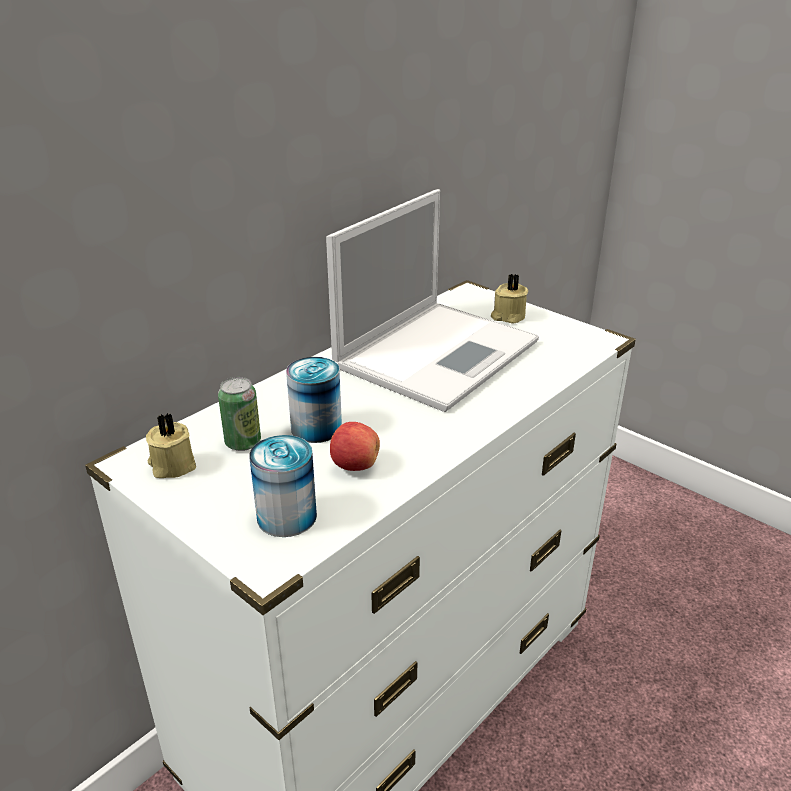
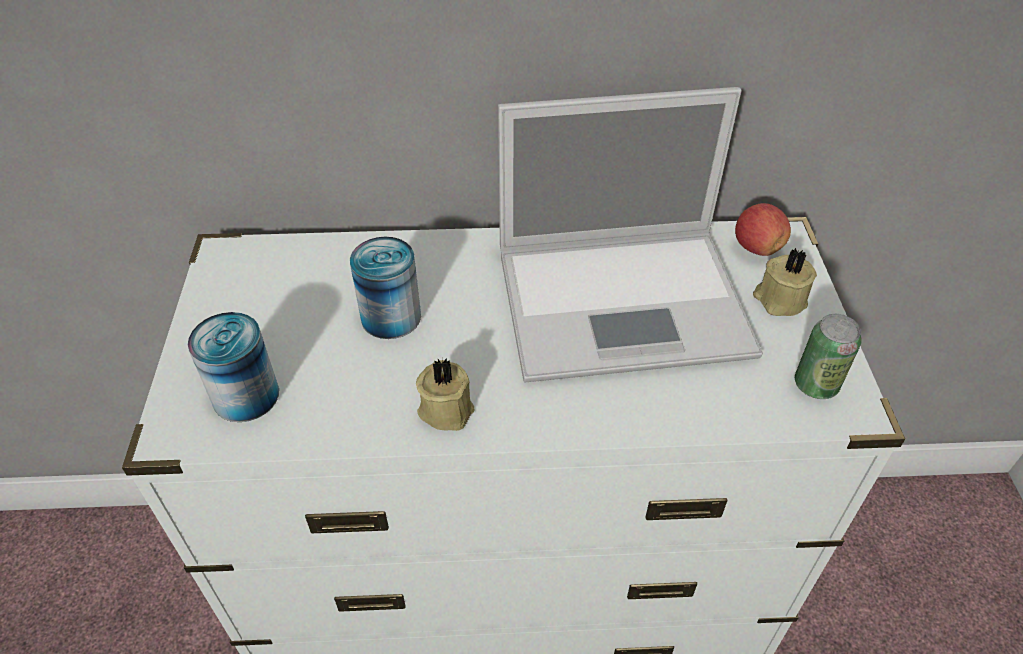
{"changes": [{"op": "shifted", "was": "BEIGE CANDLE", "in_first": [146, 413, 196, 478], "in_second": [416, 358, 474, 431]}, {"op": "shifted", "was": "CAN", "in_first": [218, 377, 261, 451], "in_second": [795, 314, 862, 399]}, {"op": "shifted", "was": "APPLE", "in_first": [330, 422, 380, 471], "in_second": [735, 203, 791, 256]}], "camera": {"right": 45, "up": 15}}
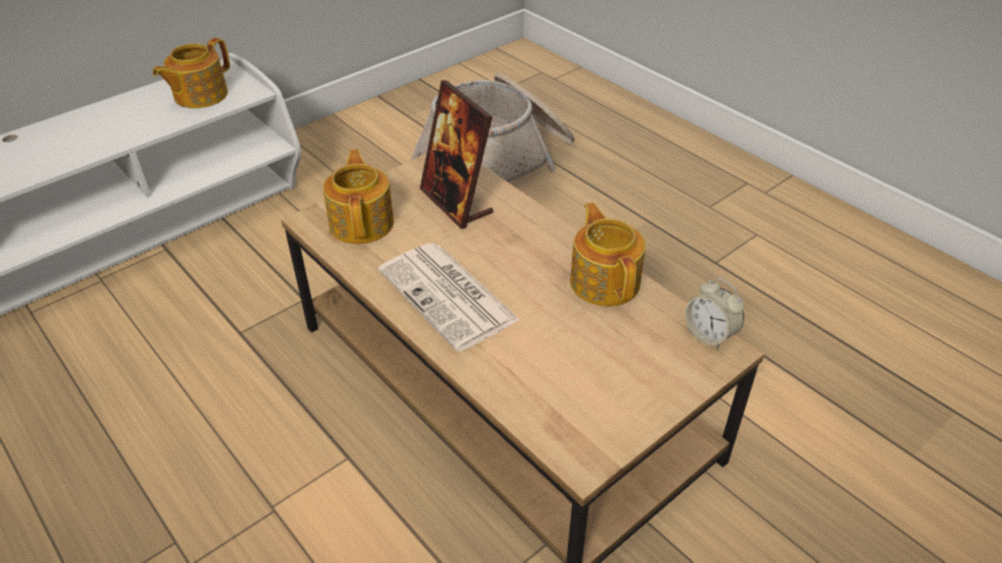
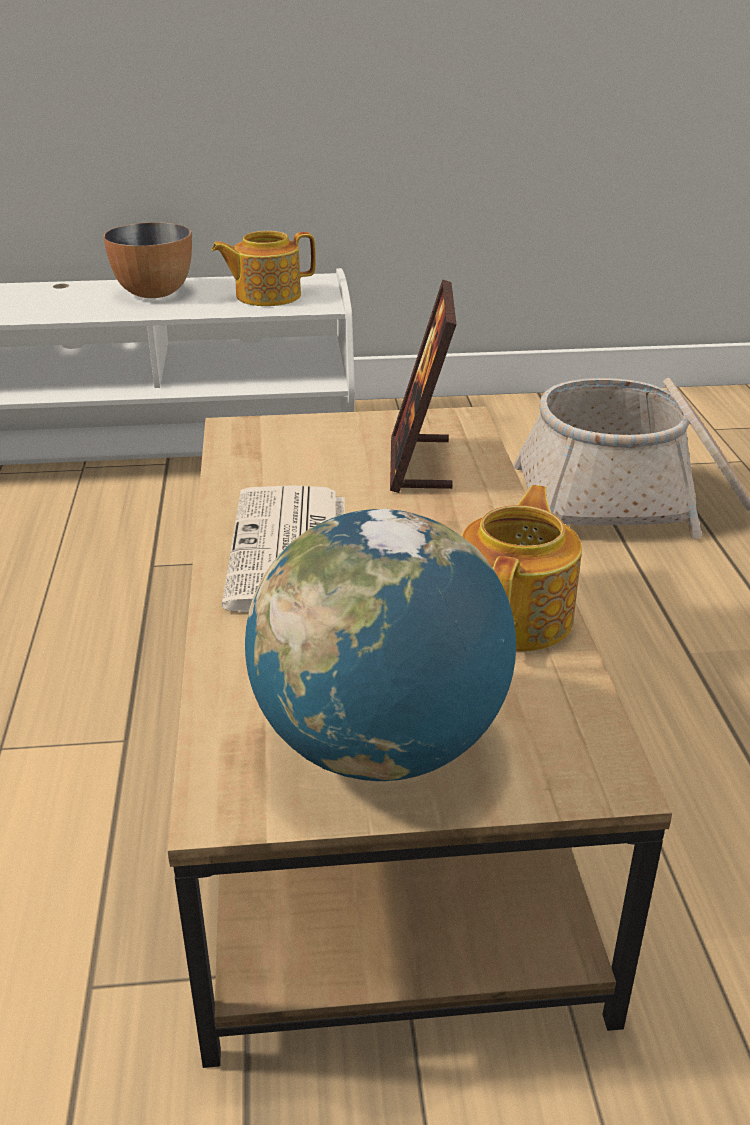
{"changes": [{"op": "gone", "was": "TEAPOT", "in_first": [323, 149, 394, 244]}, {"op": "gone", "was": "ALARM CLOCK", "in_first": [685, 278, 744, 350]}, {"op": "new", "now": "BOWL", "in_second": [103, 222, 192, 298]}, {"op": "new", "now": "GLOBE", "in_second": [245, 509, 516, 781]}], "camera": {"right": 35, "up": -10}}
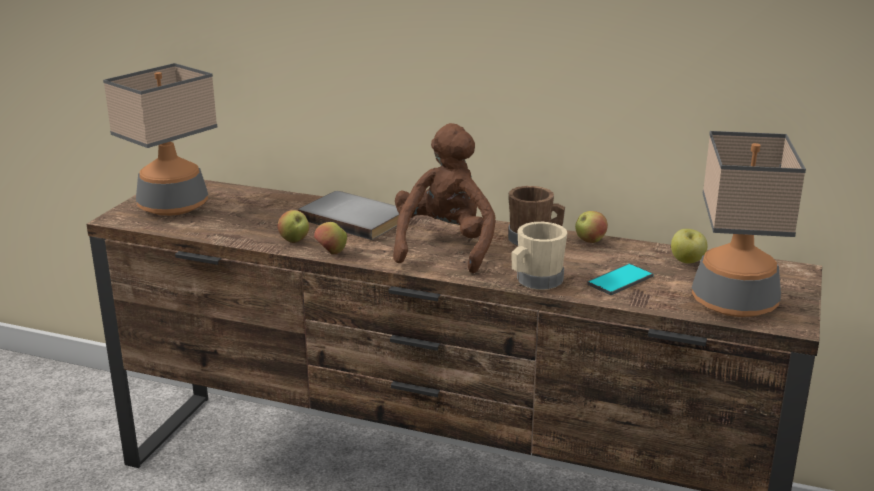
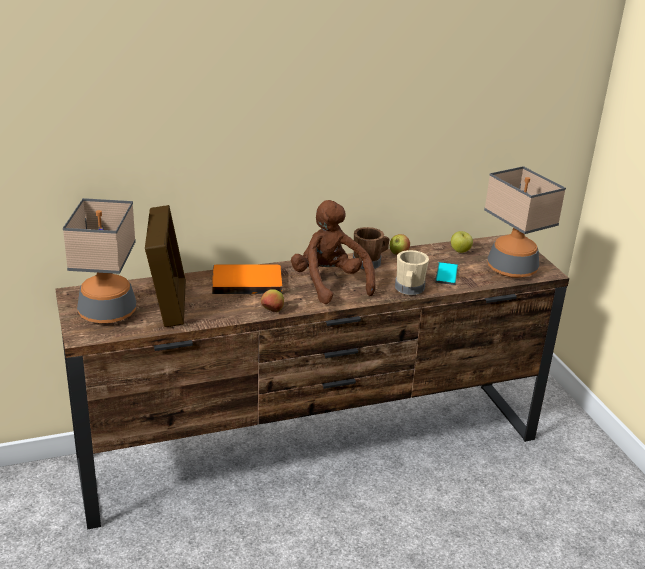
{"changes": [{"op": "gone", "was": "APPLE", "in_first": [277, 210, 309, 243]}, {"op": "new", "now": "PICTURE FRAME", "in_second": [145, 205, 186, 327]}, {"op": "repainted", "was": "GREY BOOK", "now": "ORANGE BOOK", "in_first": [298, 191, 399, 240], "in_second": [212, 264, 282, 294]}], "camera": {"right": -40, "up": 5}}
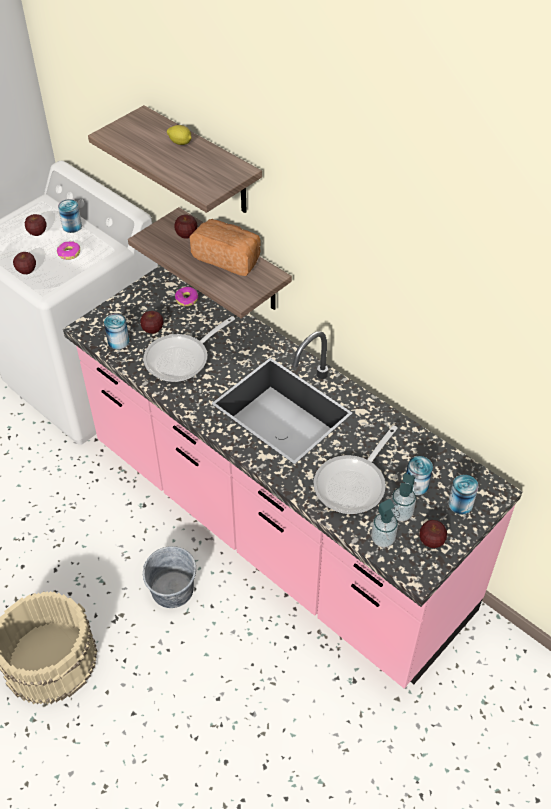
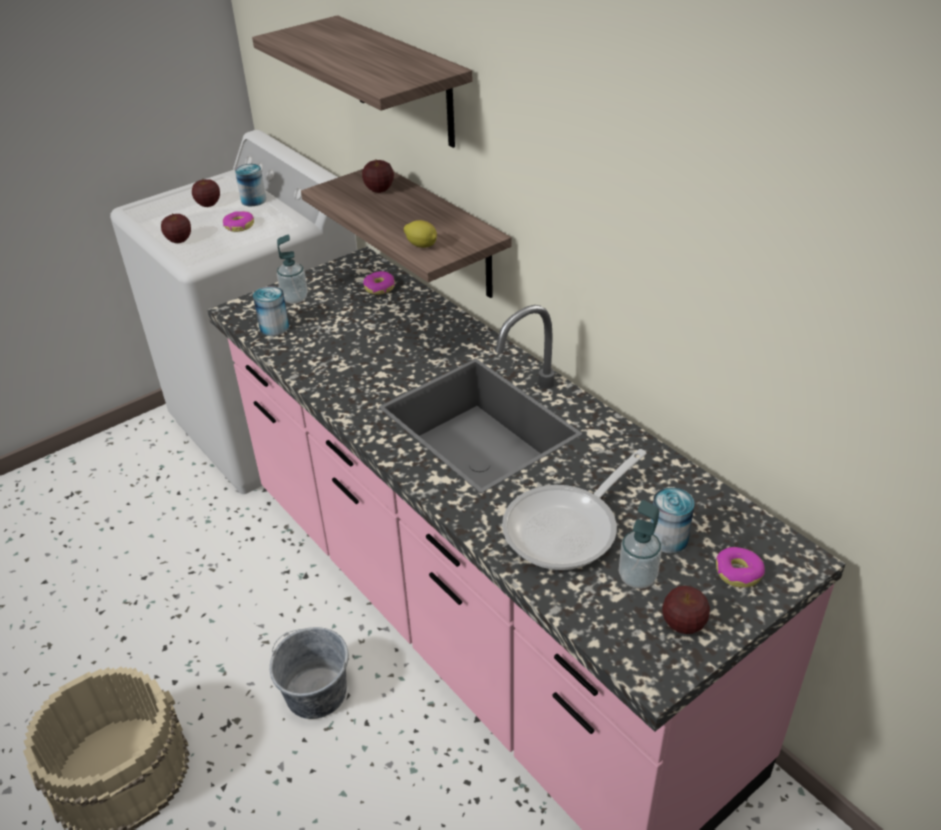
{"changes": [{"op": "gone", "was": "APPLE", "in_first": [141, 311, 163, 334]}, {"op": "gone", "was": "FRYING PAN", "in_first": [143, 316, 235, 382]}, {"op": "gone", "was": "BREAD", "in_first": [190, 219, 261, 276]}, {"op": "shifted", "was": "LEMON", "in_first": [167, 125, 192, 145], "in_second": [404, 220, 437, 248]}, {"op": "shifted", "was": "SOAP DISPENSER", "in_first": [371, 499, 398, 548], "in_second": [277, 235, 308, 304]}, {"op": "swapped", "was": "CAN", "now": "DONUT", "in_first": [448, 475, 479, 515], "in_second": [716, 547, 765, 587]}], "camera": {"right": 10, "up": -10}}
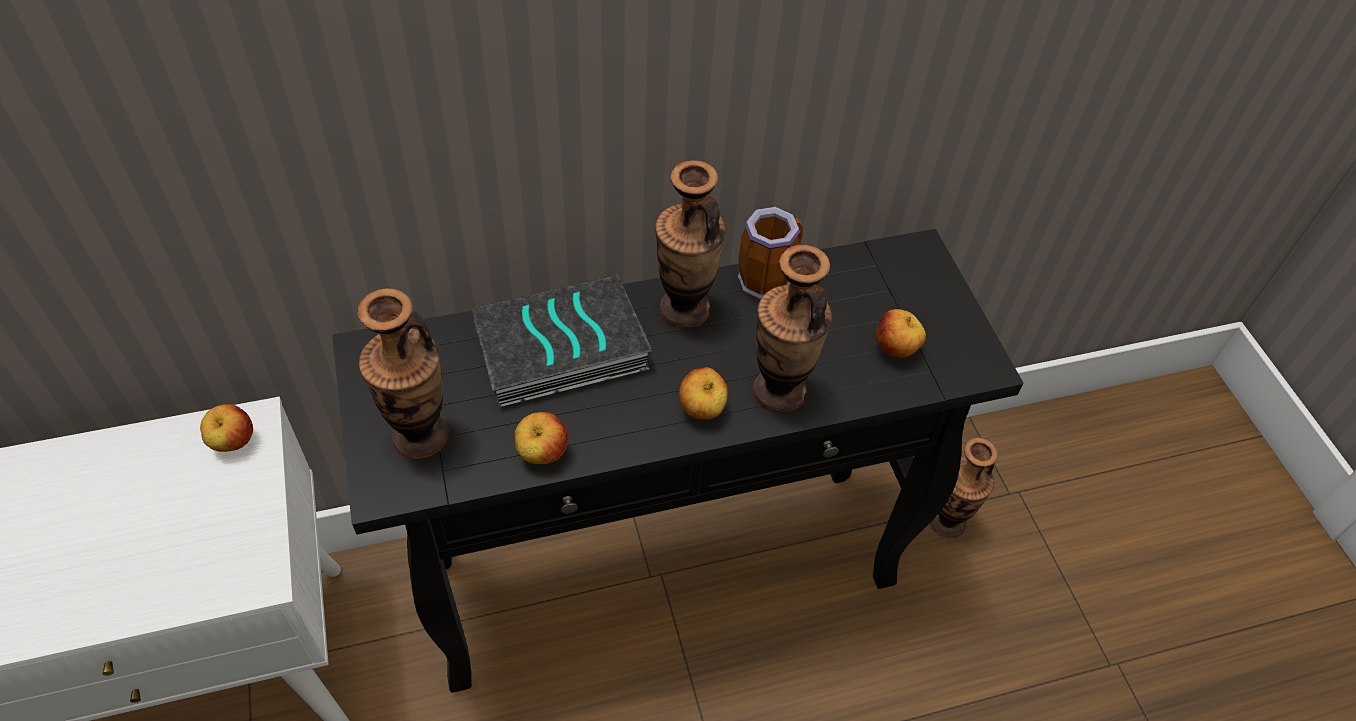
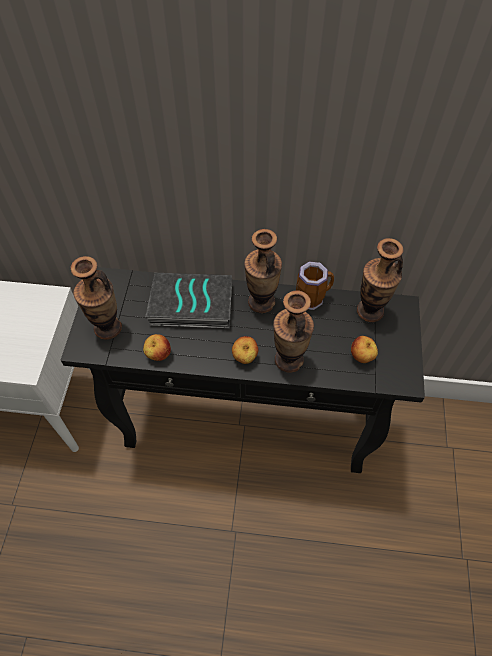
{"changes": [{"op": "gone", "was": "APPLE", "in_first": [200, 404, 253, 452]}, {"op": "shifted", "was": "VASE", "in_first": [930, 438, 998, 539], "in_second": [357, 238, 403, 322]}], "camera": {"right": 25, "up": 5}}
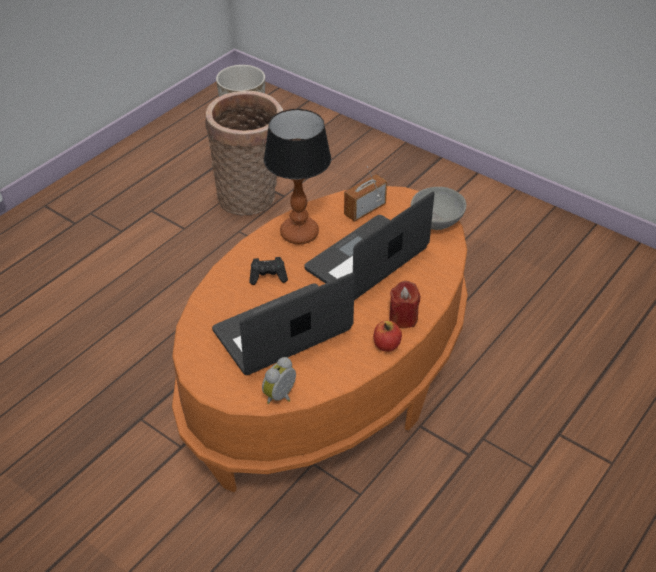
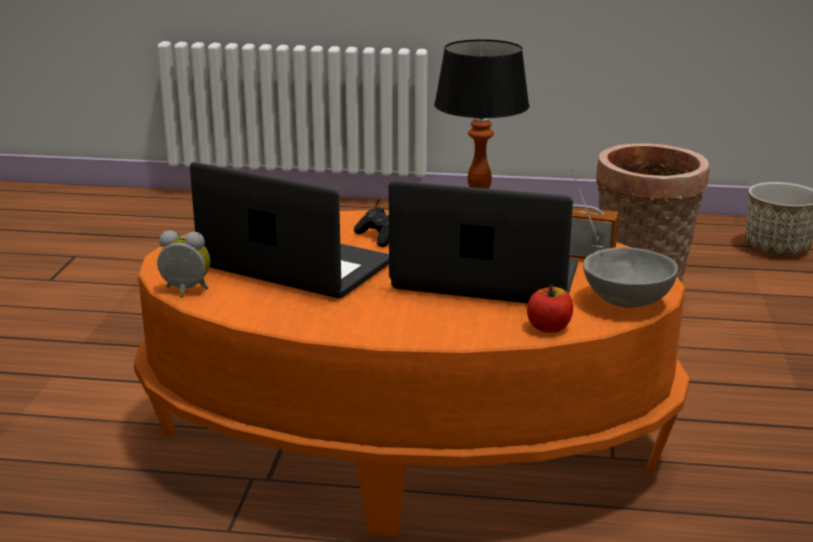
{"changes": [{"op": "gone", "was": "RED CANDLE", "in_first": [389, 281, 420, 328]}, {"op": "shifted", "was": "APPLE", "in_first": [373, 320, 402, 352], "in_second": [527, 285, 573, 333]}], "camera": {"right": 60, "up": -20}}
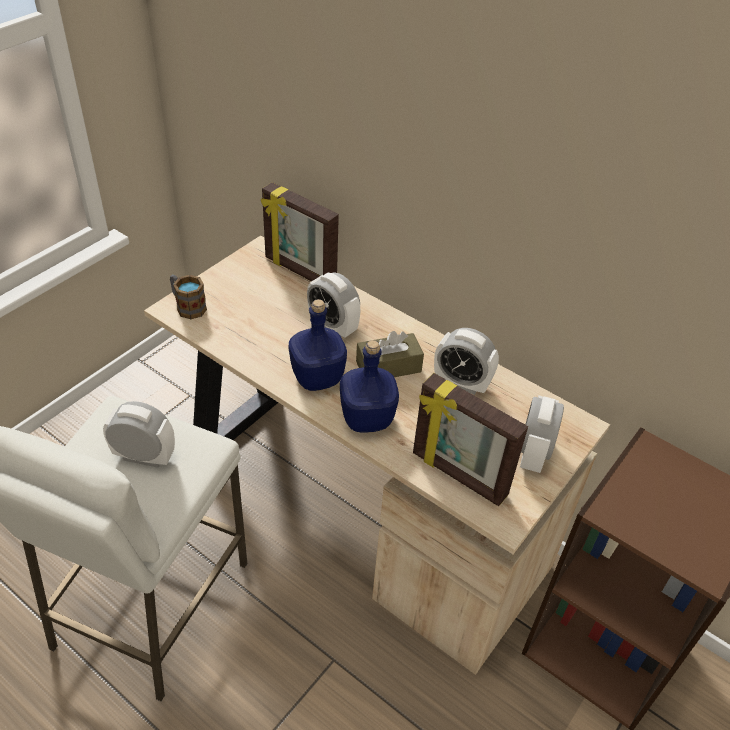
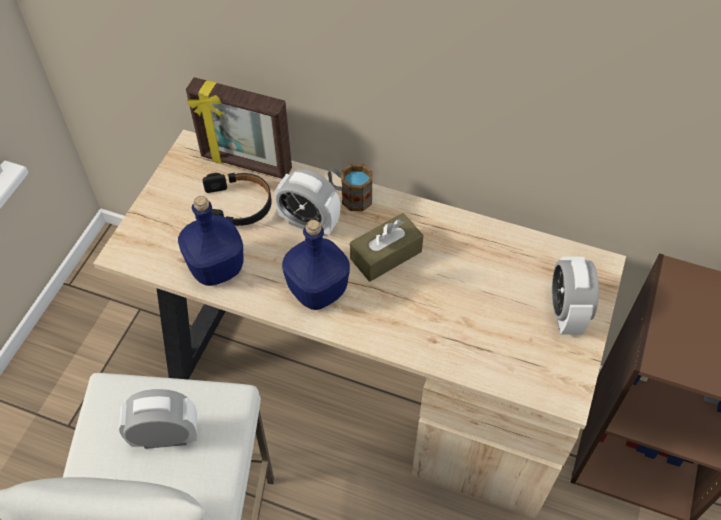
{"changes": [{"op": "gone", "was": "PICTURE FRAME", "in_first": [413, 373, 528, 506]}, {"op": "gone", "was": "ALARM CLOCK", "in_first": [434, 328, 499, 395]}, {"op": "new", "now": "BLACK HEADPHONES", "in_second": [203, 173, 272, 226]}, {"op": "shifted", "was": "MUG", "in_first": [170, 275, 207, 319], "in_second": [328, 164, 373, 211]}, {"op": "shifted", "was": "BLUE BOTTLE", "in_first": [340, 340, 399, 433], "in_second": [178, 196, 243, 286]}], "camera": {"right": -15, "up": 10}}
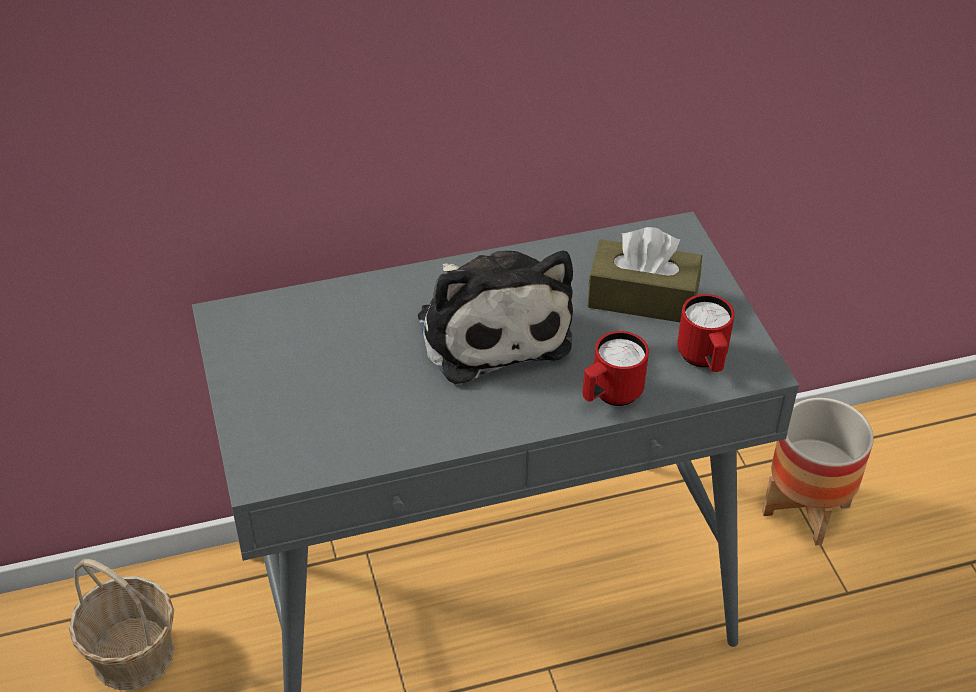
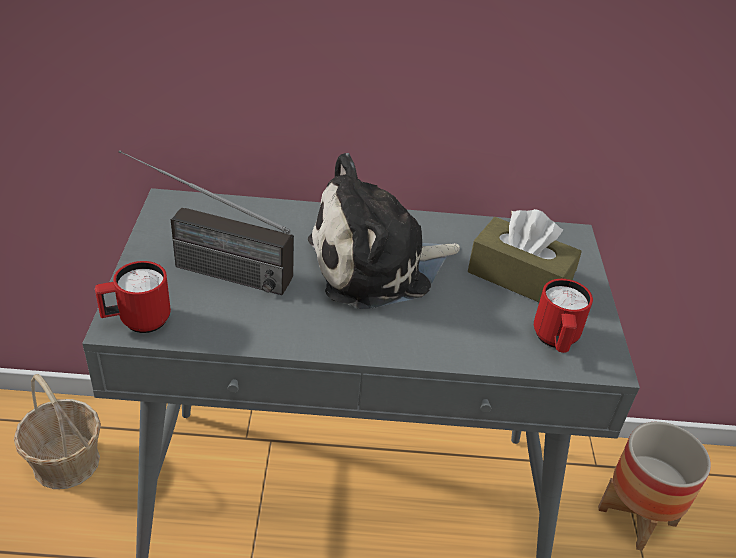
{"changes": [{"op": "new", "now": "RADIO", "in_second": [119, 150, 294, 295]}, {"op": "shifted", "was": "RED MUG", "in_first": [582, 331, 649, 406], "in_second": [95, 261, 171, 333]}, {"op": "rotated", "was": "PLUSH TOY", "in_first": [418, 250, 573, 384], "in_second": [308, 153, 460, 309], "clockwise": 75}], "camera": {"right": 15, "up": -5}}
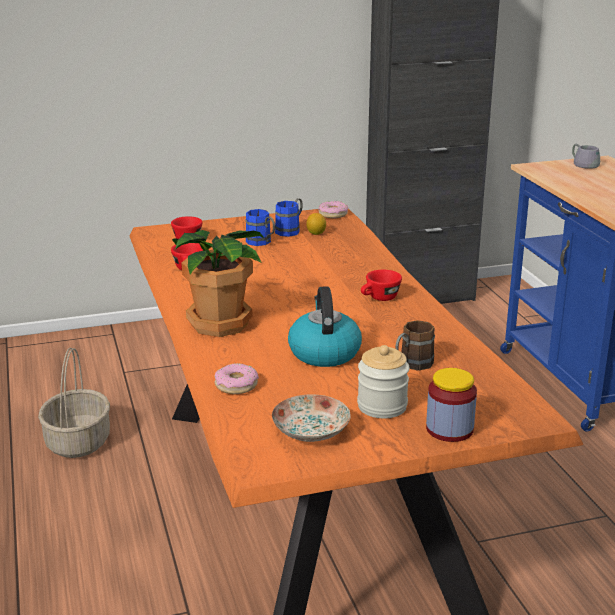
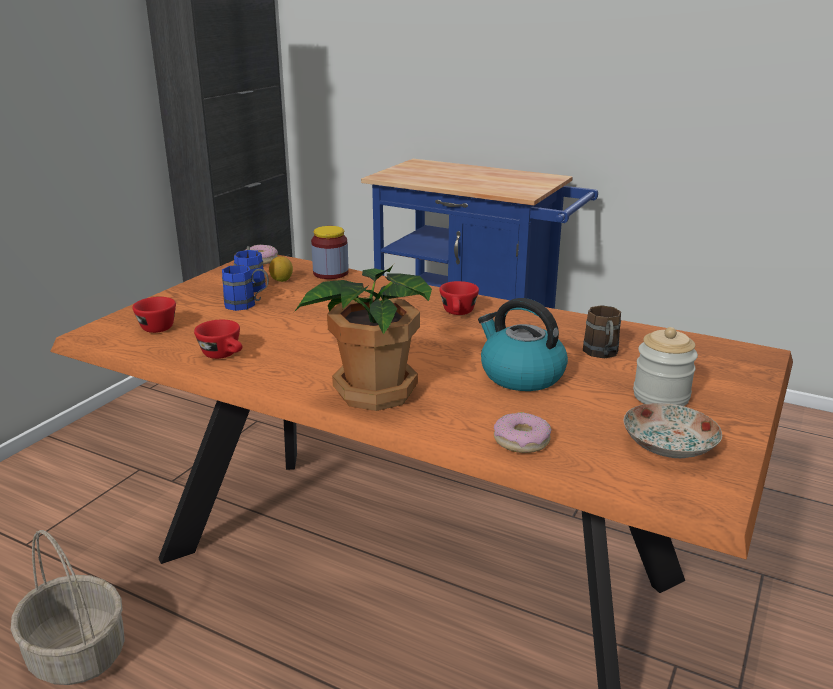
{"changes": [{"op": "gone", "was": "GREY MUG", "in_first": [572, 144, 600, 169]}, {"op": "shifted", "was": "JAR", "in_first": [426, 368, 477, 442], "in_second": [311, 226, 349, 279]}], "camera": {"right": -45, "up": 0}}
